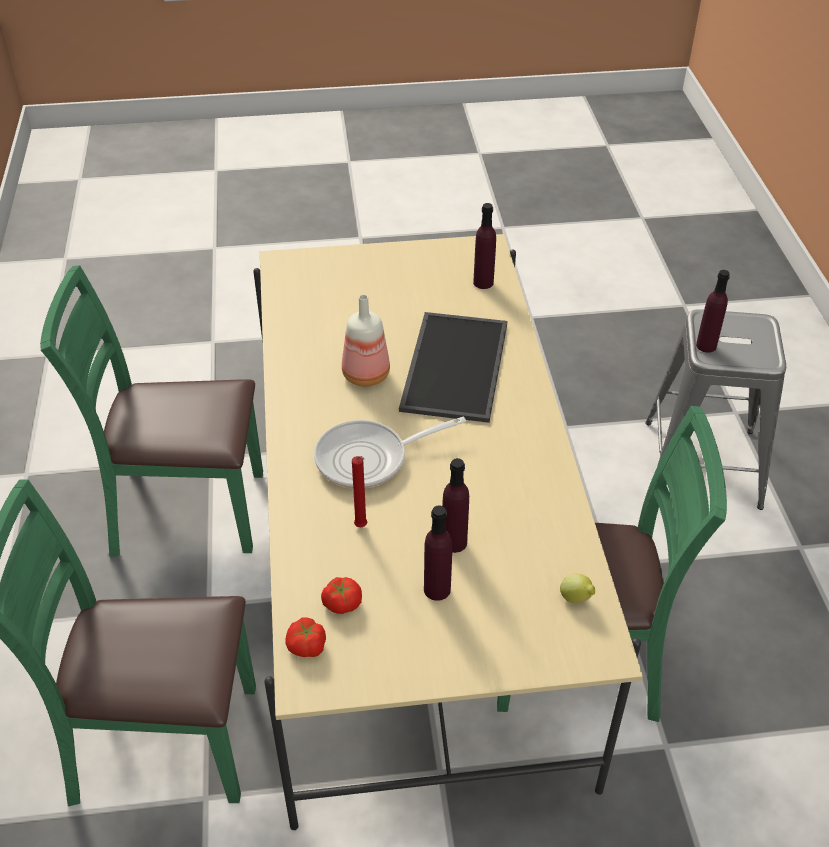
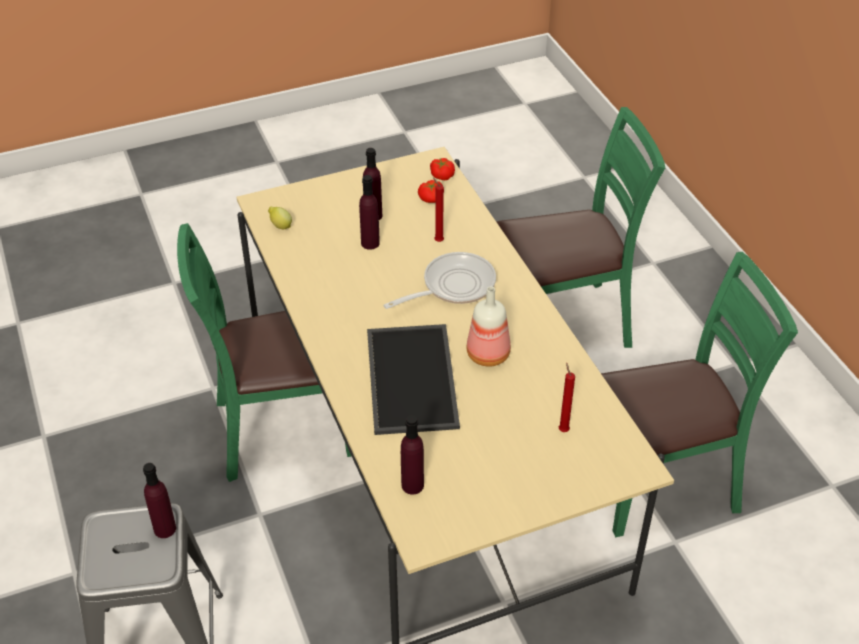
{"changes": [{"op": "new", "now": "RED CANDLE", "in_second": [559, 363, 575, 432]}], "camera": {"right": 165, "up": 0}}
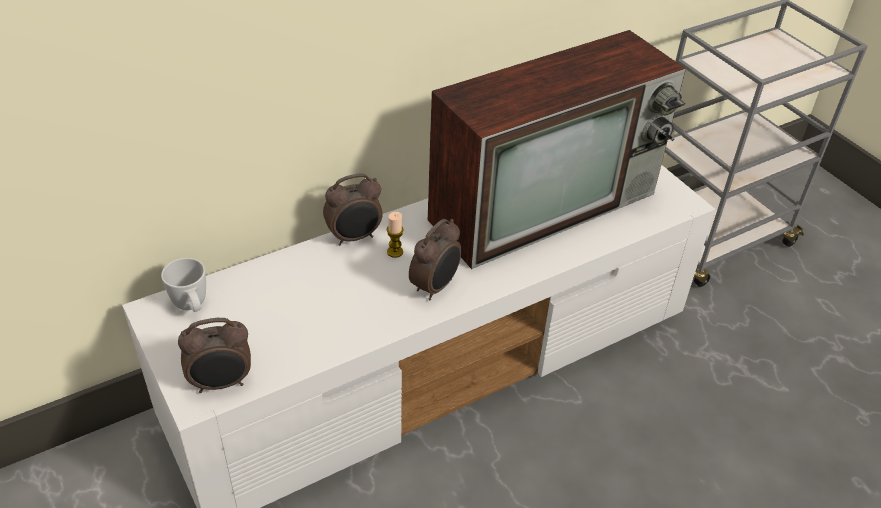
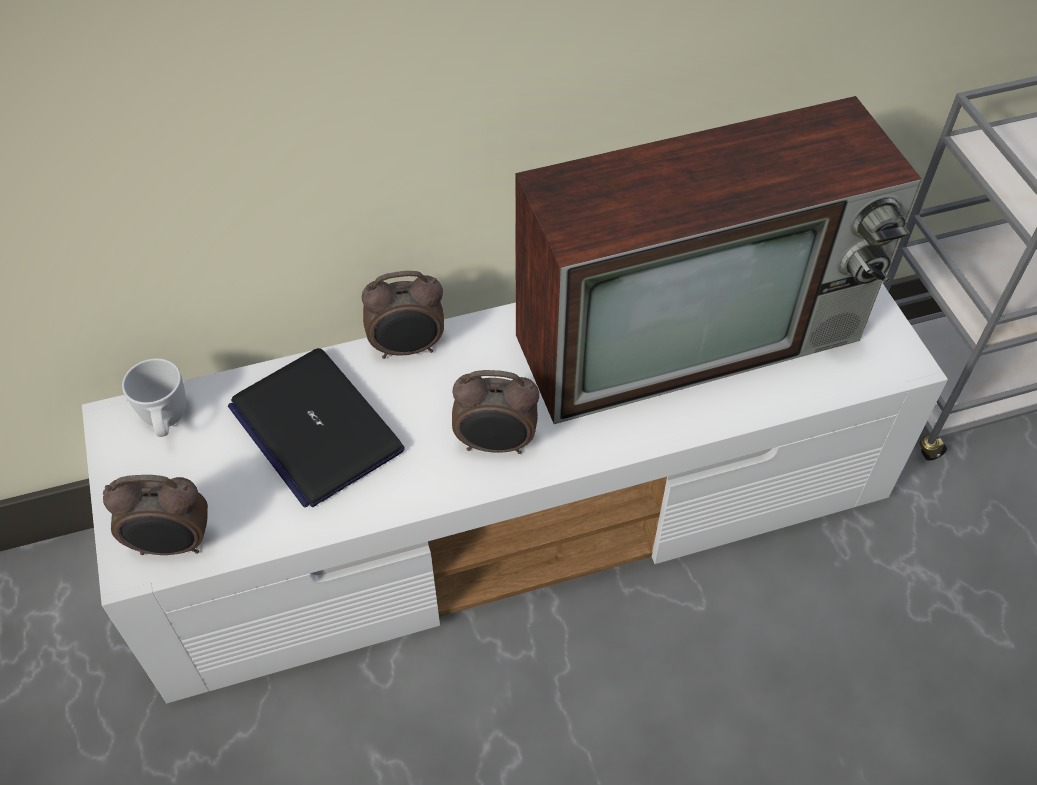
{"changes": [{"op": "gone", "was": "CANDLE", "in_first": [387, 212, 404, 258]}, {"op": "new", "now": "LAPTOP", "in_second": [228, 348, 405, 507]}, {"op": "rotated", "was": "ALARM CLOCK", "in_first": [409, 219, 461, 300], "in_second": [452, 370, 539, 454], "clockwise": 45}], "camera": {"right": 15, "up": 10}}
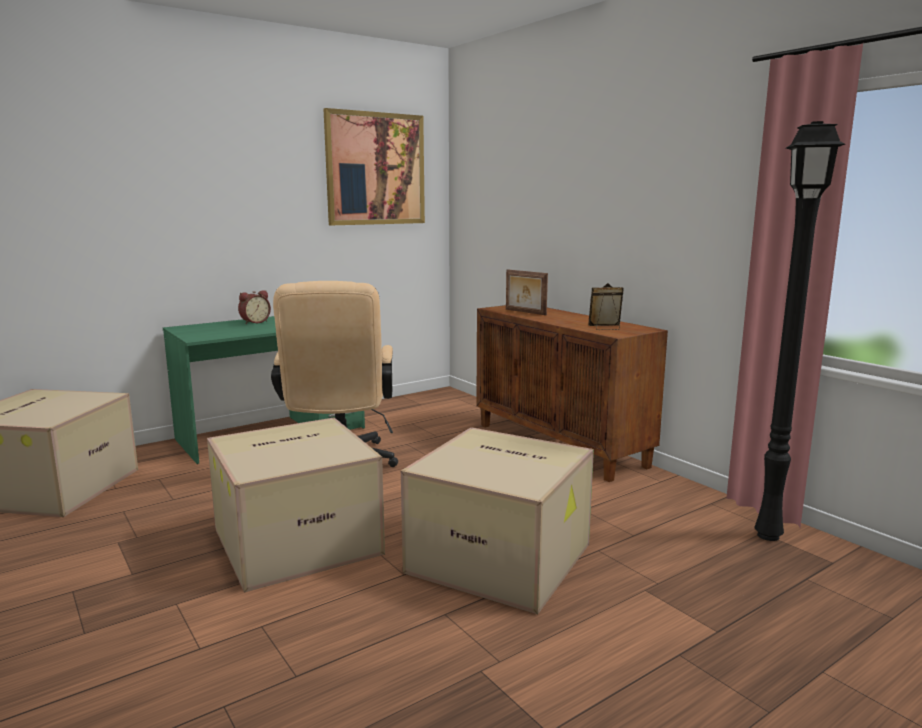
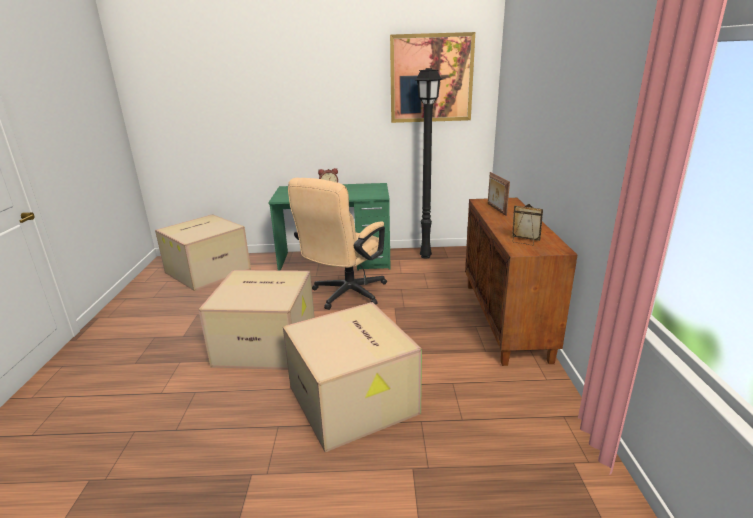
{"changes": [{"op": "shifted", "was": "BLACK FLOOR LAMP", "in_first": [754, 121, 845, 541], "in_second": [415, 68, 442, 259]}], "camera": {"right": 35, "up": 10}}
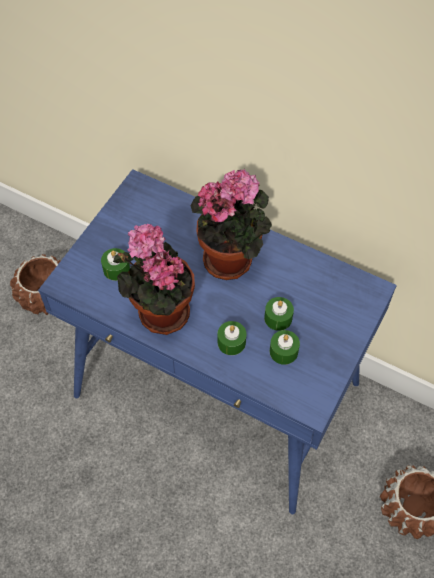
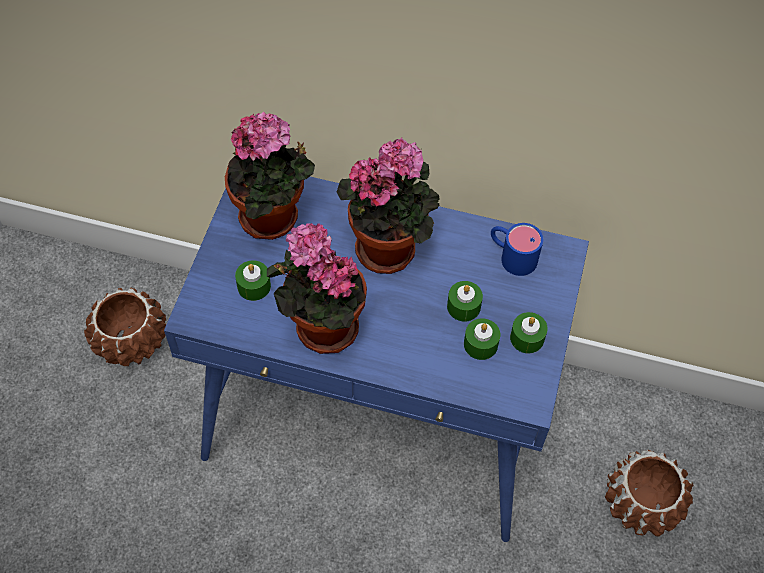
{"changes": [{"op": "new", "now": "POTTED PLANT", "in_second": [225, 112, 315, 240]}, {"op": "new", "now": "BLUE MUG", "in_second": [491, 223, 543, 276]}, {"op": "shifted", "was": "GREEN CANDLE", "in_first": [218, 321, 246, 355], "in_second": [510, 312, 548, 354]}], "camera": {"right": -15, "up": 0}}
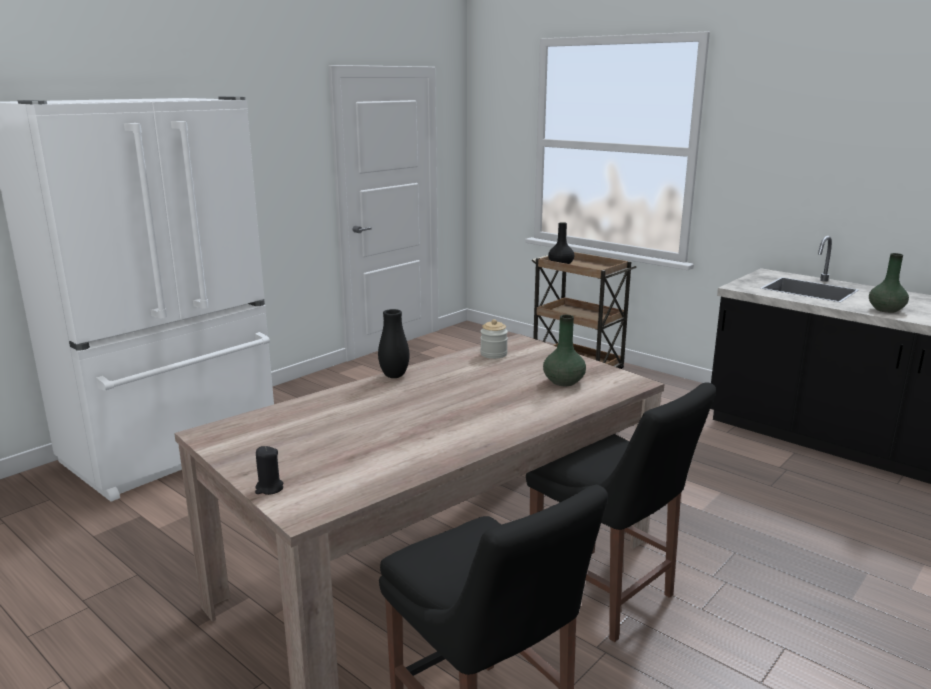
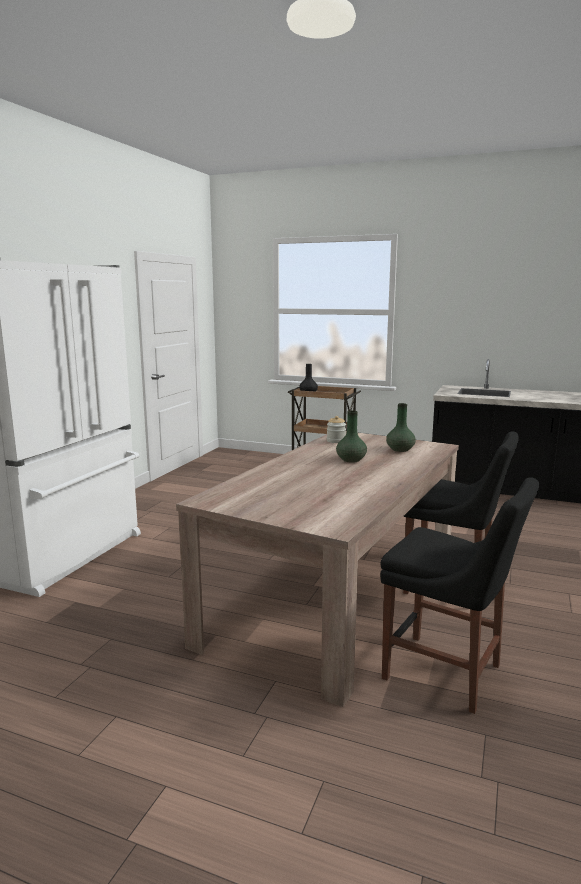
{"changes": [{"op": "gone", "was": "BLACK CANDLE", "in_first": [255, 446, 283, 495]}, {"op": "gone", "was": "BLACK VASE", "in_first": [378, 309, 409, 378]}, {"op": "shifted", "was": "GREEN VASE", "in_first": [869, 253, 909, 313], "in_second": [336, 411, 367, 463]}], "camera": {"right": -20, "up": -5}}
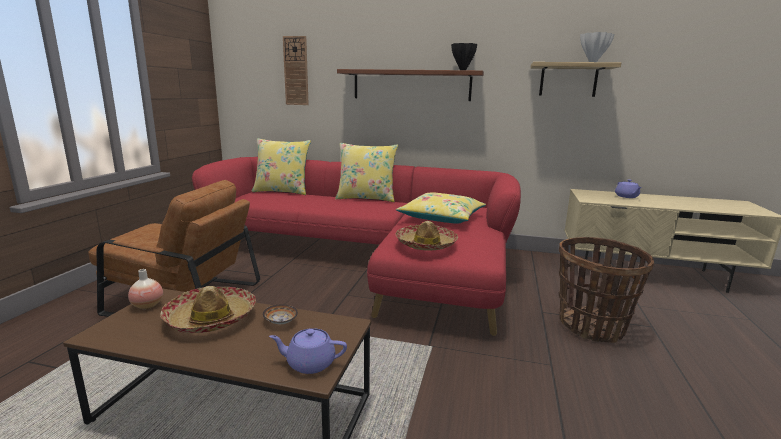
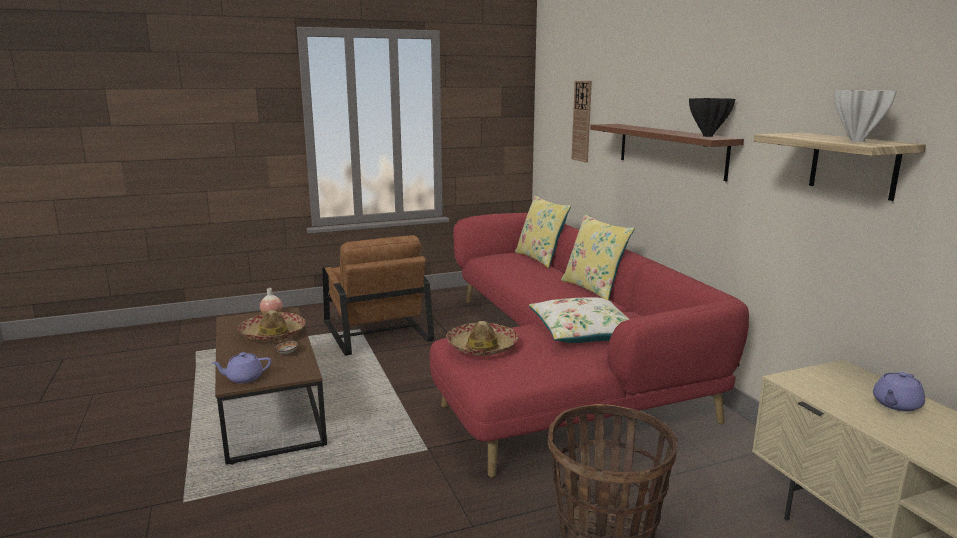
{"changes": [{"op": "repainted", "was": "YELLOW PILLOW", "now": "WHITE PILLOW", "in_first": [396, 192, 486, 224], "in_second": [529, 297, 629, 343]}, {"op": "rotated", "was": "PURPLE TEAPOT", "in_first": [269, 328, 347, 374], "in_second": [211, 352, 271, 383], "clockwise": -75}], "camera": {"right": 55, "up": 0}}
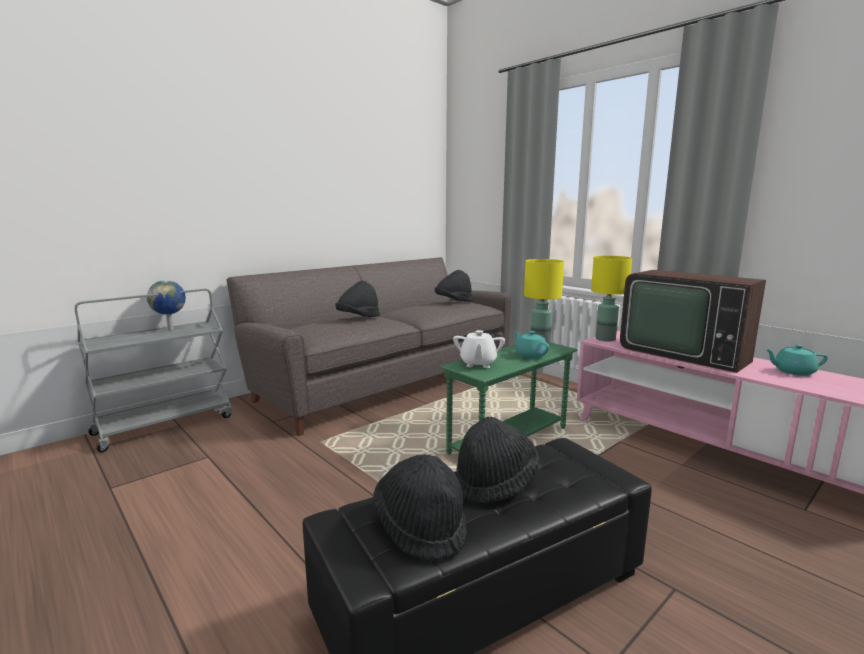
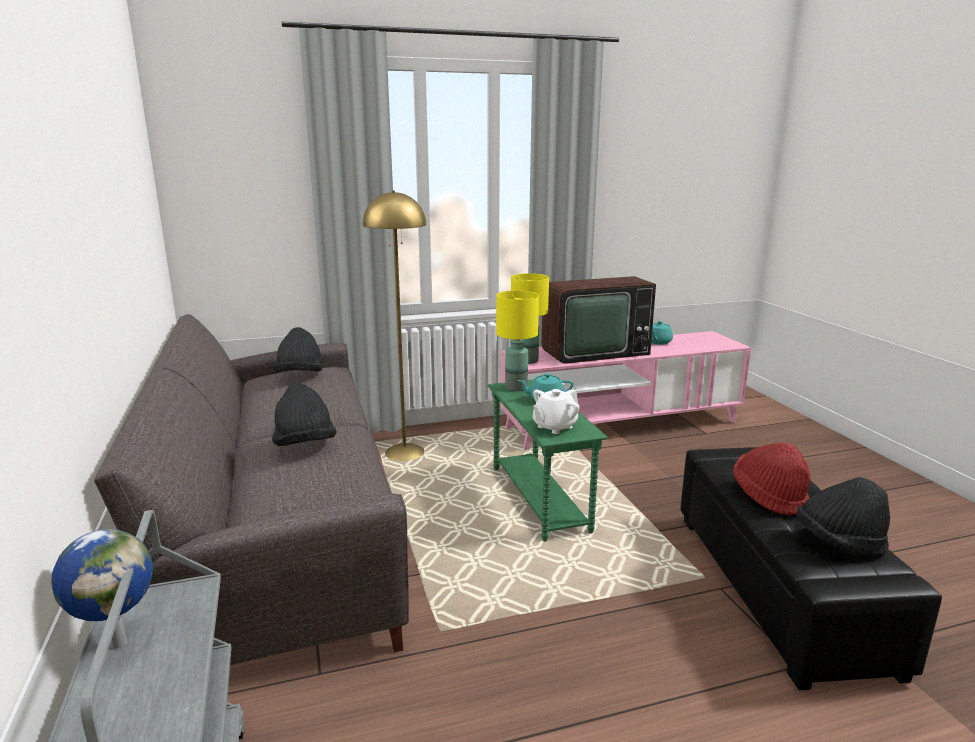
{"changes": [{"op": "new", "now": "YELLOW FLOOR LAMP", "in_second": [363, 190, 426, 461]}, {"op": "repainted", "was": "BLACK HAT", "now": "RED HAT", "in_first": [456, 416, 540, 505], "in_second": [733, 443, 810, 515]}, {"op": "rotated", "was": "WHITE TEAPOT", "in_first": [453, 330, 505, 368], "in_second": [533, 389, 579, 434], "clockwise": 105}], "camera": {"right": -65, "up": 5}}
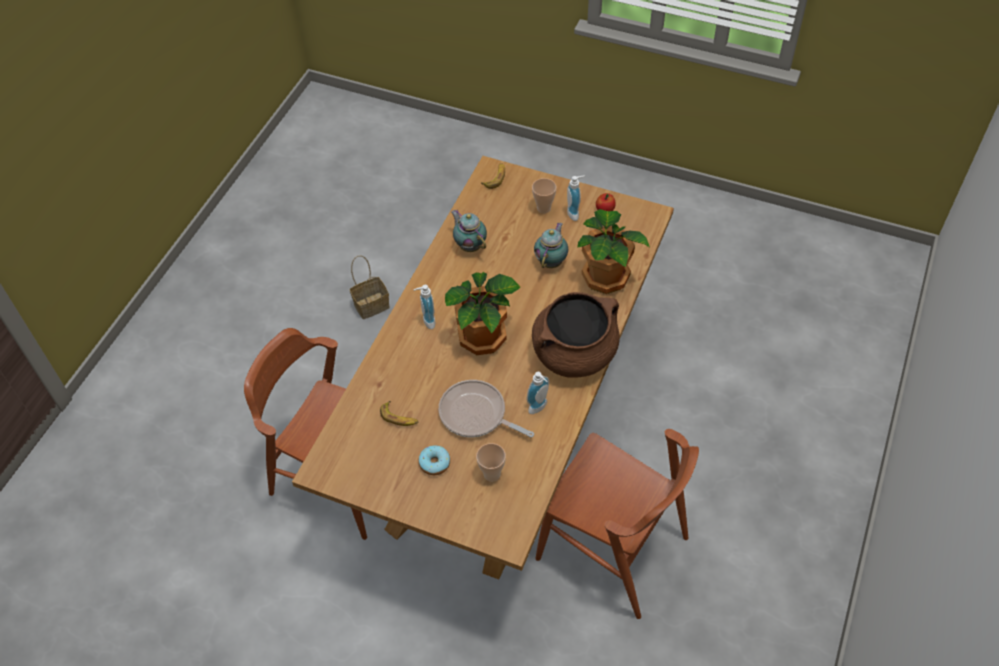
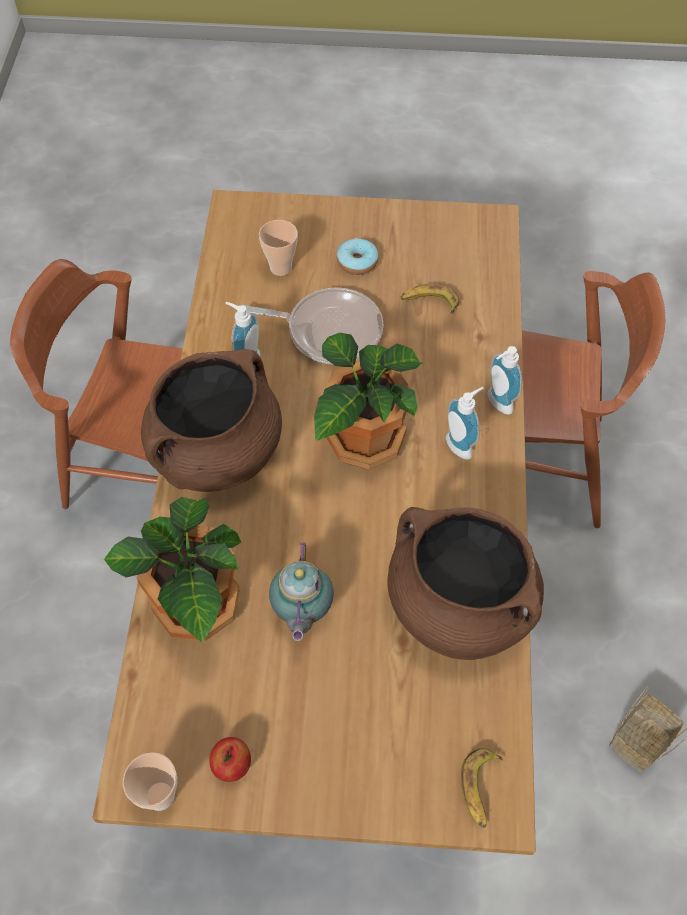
{"changes": [{"op": "shifted", "was": "CUP", "in_first": [532, 178, 557, 214], "in_second": [123, 752, 177, 811]}, {"op": "shifted", "was": "SOAP DISPENSER", "in_first": [567, 176, 585, 221], "in_second": [488, 346, 522, 415]}, {"op": "swapped", "was": "TEAPOT", "now": "BROWN COOKING POT", "in_first": [451, 210, 487, 252], "in_second": [387, 507, 544, 660]}], "camera": {"right": 160, "up": 5}}
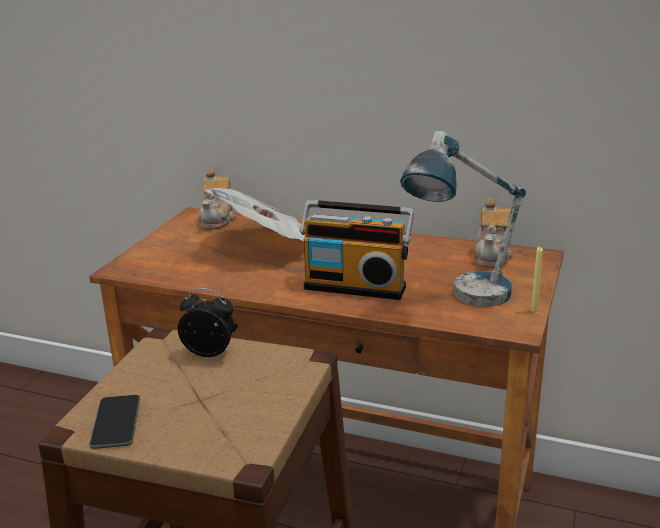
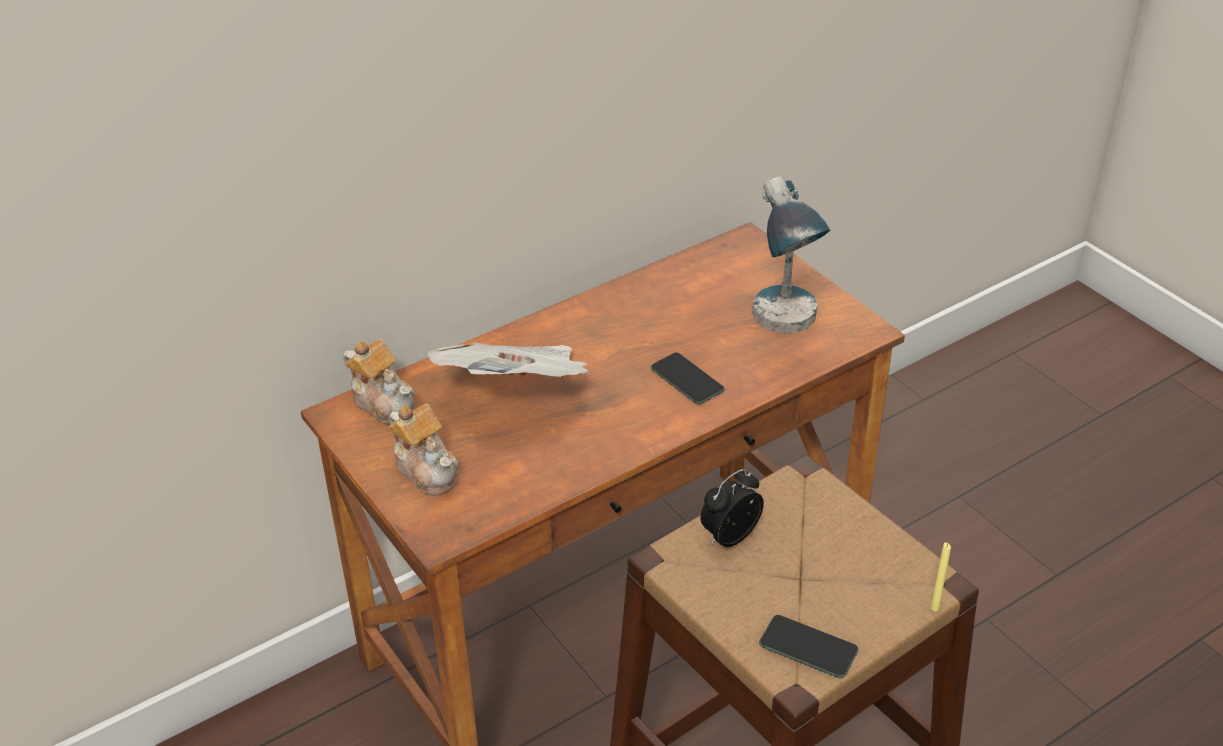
{"changes": [{"op": "shifted", "was": "TEAPOT", "in_first": [474, 198, 513, 268], "in_second": [388, 404, 459, 496]}, {"op": "shifted", "was": "YELLOW CANDLE", "in_first": [531, 247, 543, 312], "in_second": [930, 543, 951, 611]}, {"op": "swapped", "was": "RADIO", "now": "PHONE", "in_first": [300, 200, 414, 300], "in_second": [651, 352, 724, 405]}], "camera": {"right": -55, "up": 15}}
